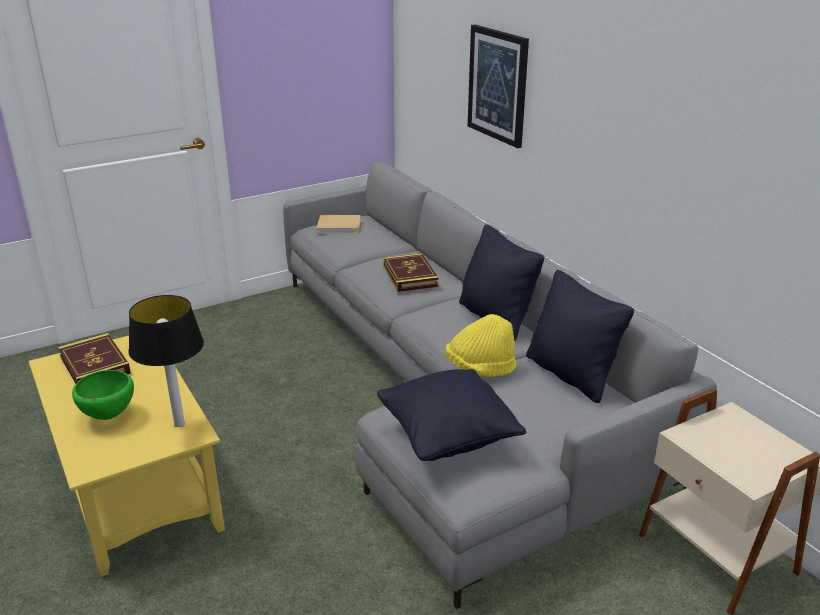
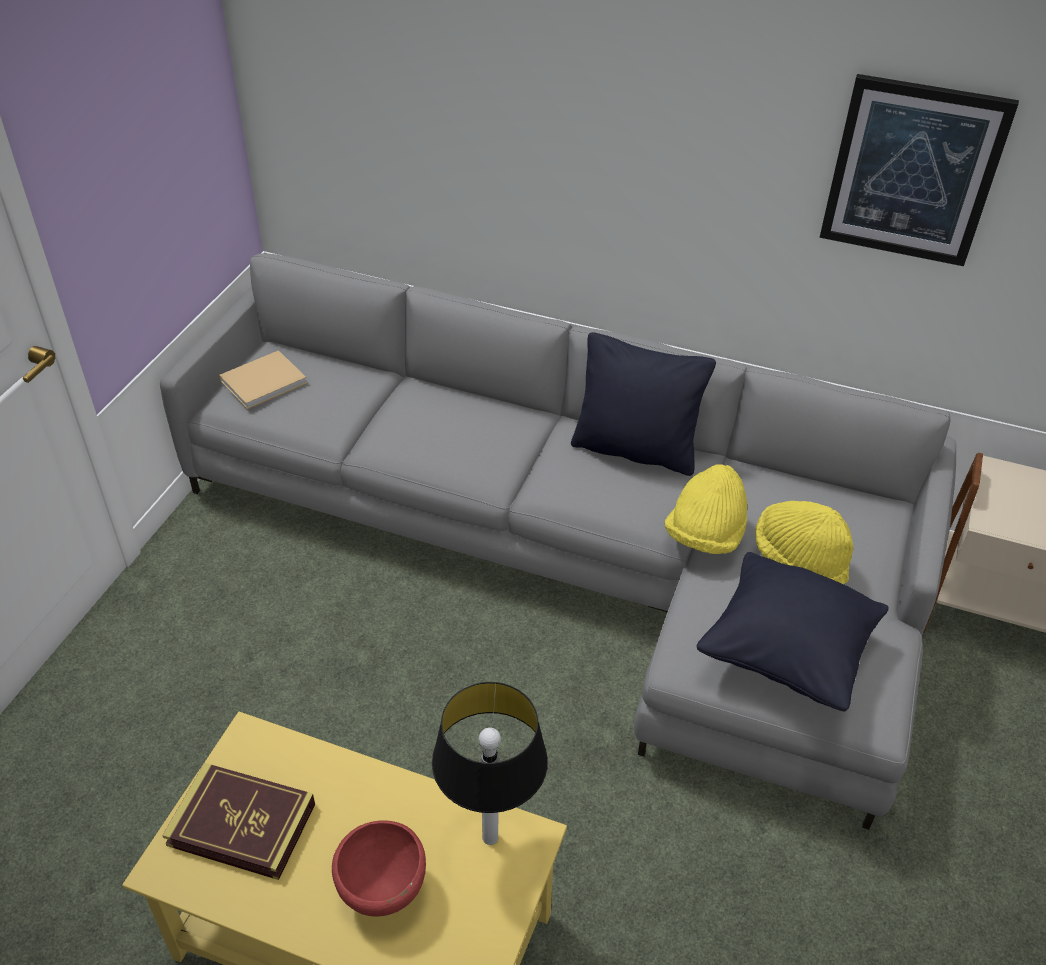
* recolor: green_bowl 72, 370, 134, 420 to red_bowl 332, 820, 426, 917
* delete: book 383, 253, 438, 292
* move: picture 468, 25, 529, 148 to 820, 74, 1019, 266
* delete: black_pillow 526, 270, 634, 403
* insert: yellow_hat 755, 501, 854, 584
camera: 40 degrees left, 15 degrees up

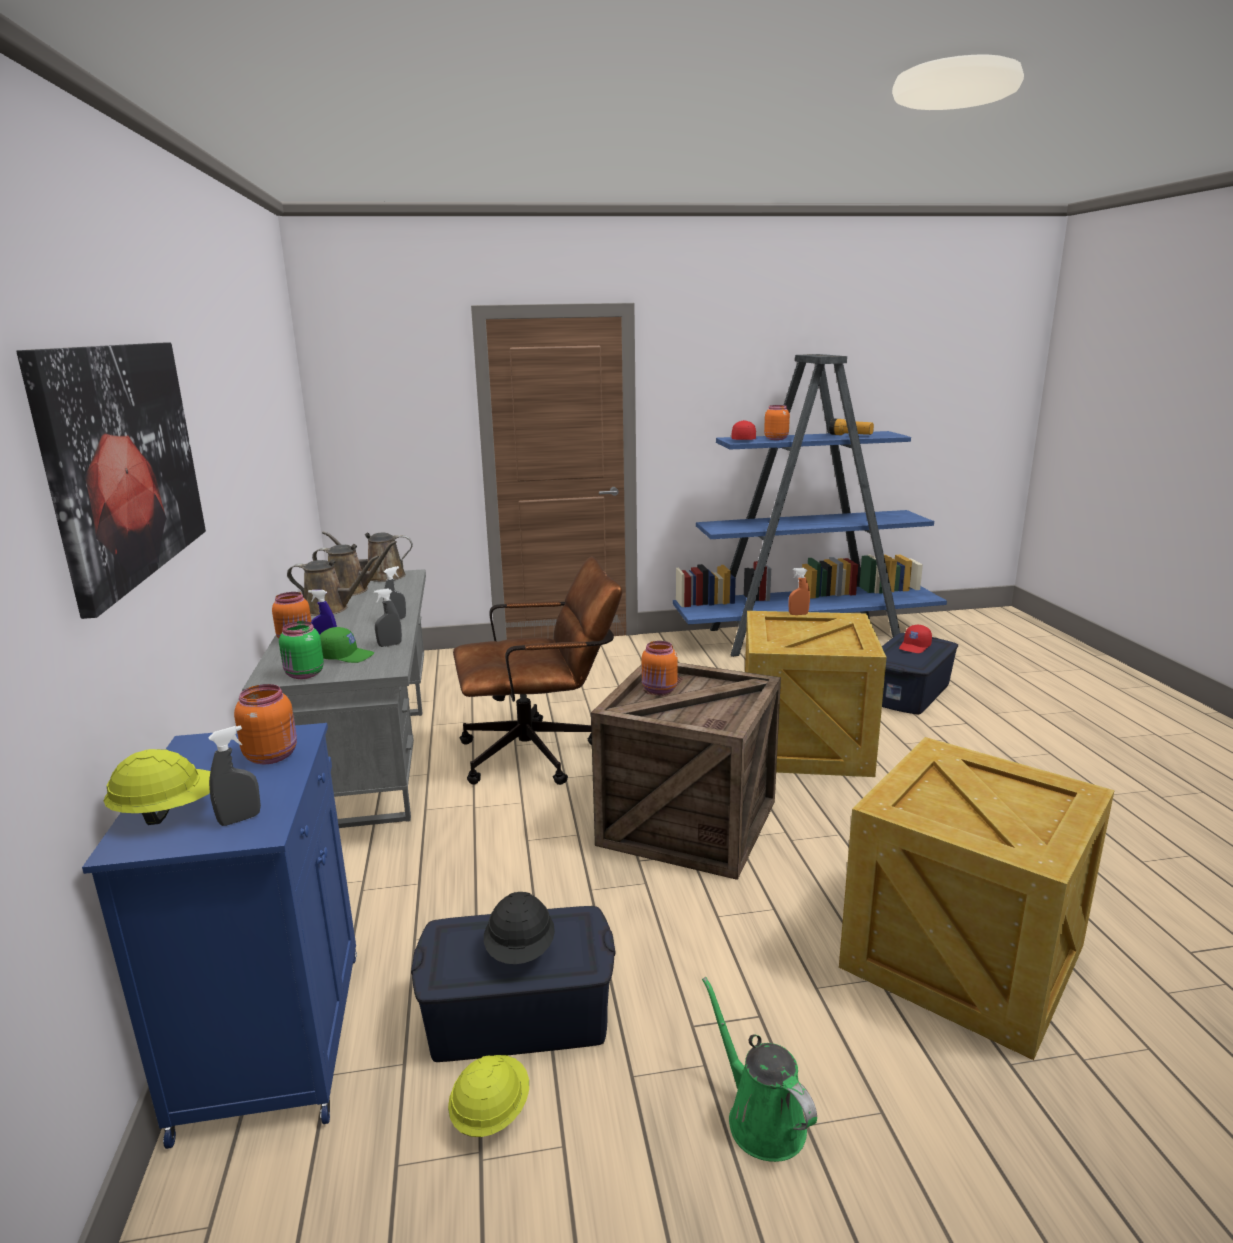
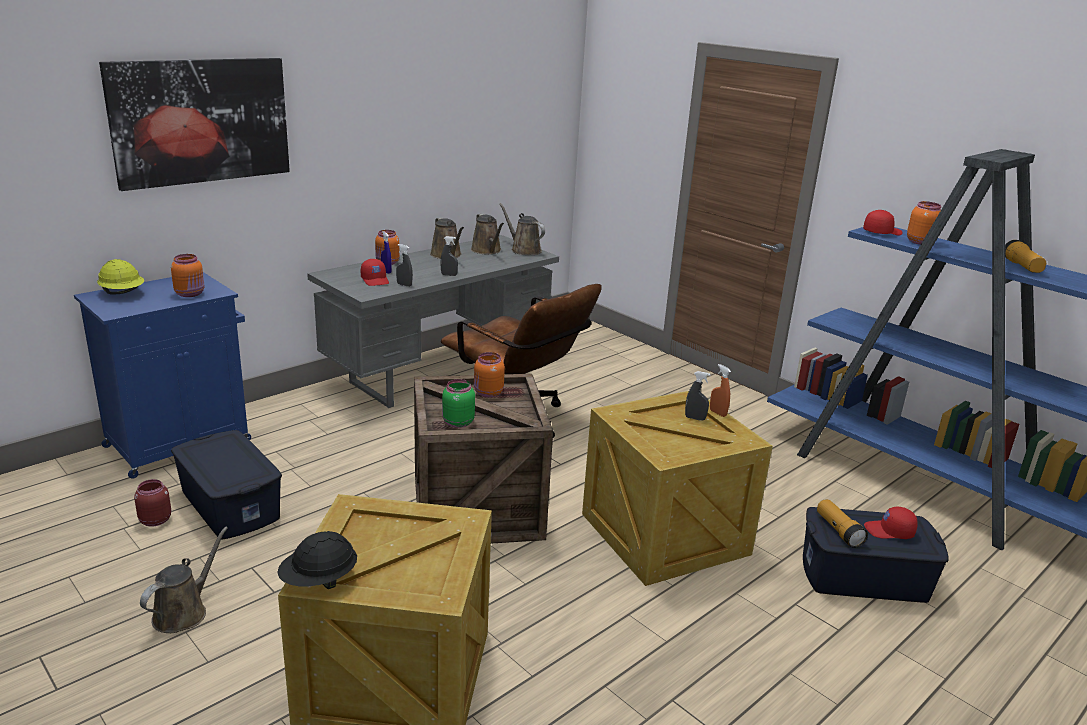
* move: grey_spray_bottle 208, 725, 261, 826 to 685, 371, 710, 420
* move: green_jar 279, 621, 324, 679 to 442, 379, 475, 428
* recolor: green_cap 320, 627, 374, 663 to red_cap 361, 259, 389, 286
* replace: yellow_hard_hat 448, 1055, 529, 1137 to red_jar 134, 479, 171, 527
* move: black_hard_hat 484, 892, 555, 964 to 277, 531, 357, 589
* recolor: green_watering_can 702, 977, 817, 1162 to brown_watering_can 140, 527, 228, 633
* insert: flashlight 817, 499, 868, 548
camera: 55 degrees right, 5 degrees up

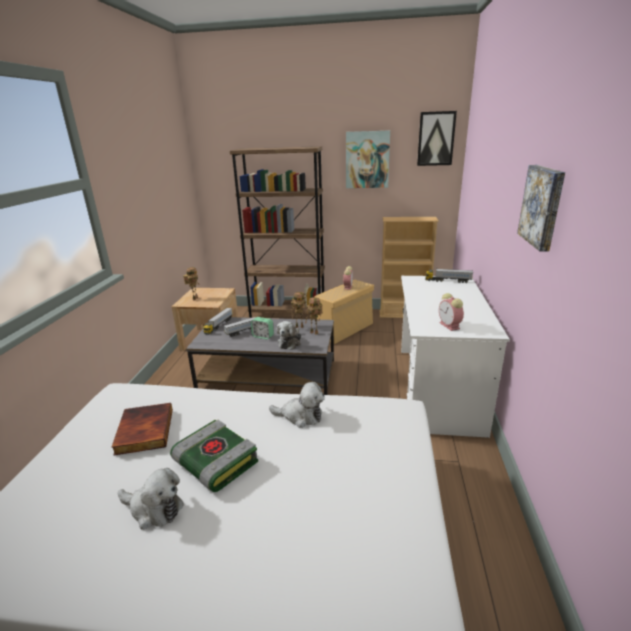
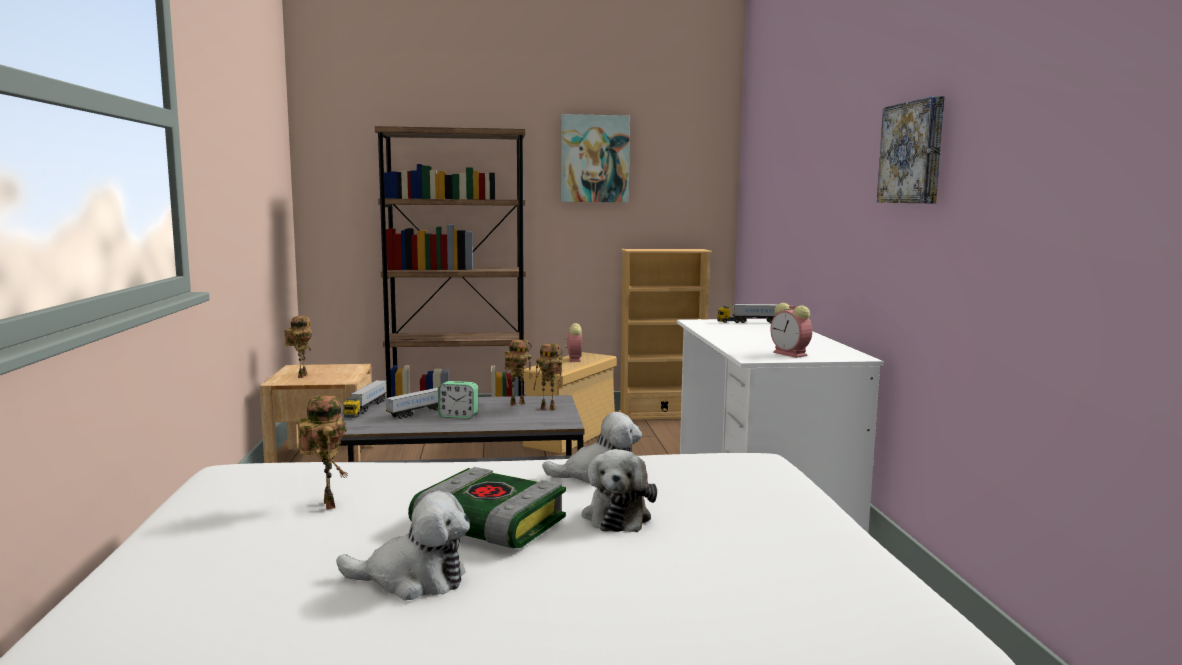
* replace: book 111, 403, 173, 456 to toy_robot 297, 395, 348, 509
* move: plush_toy 276, 321, 301, 350 to 582, 449, 657, 532
* delete: picture 417, 111, 457, 166
camera: 15 degrees left, 15 degrees down

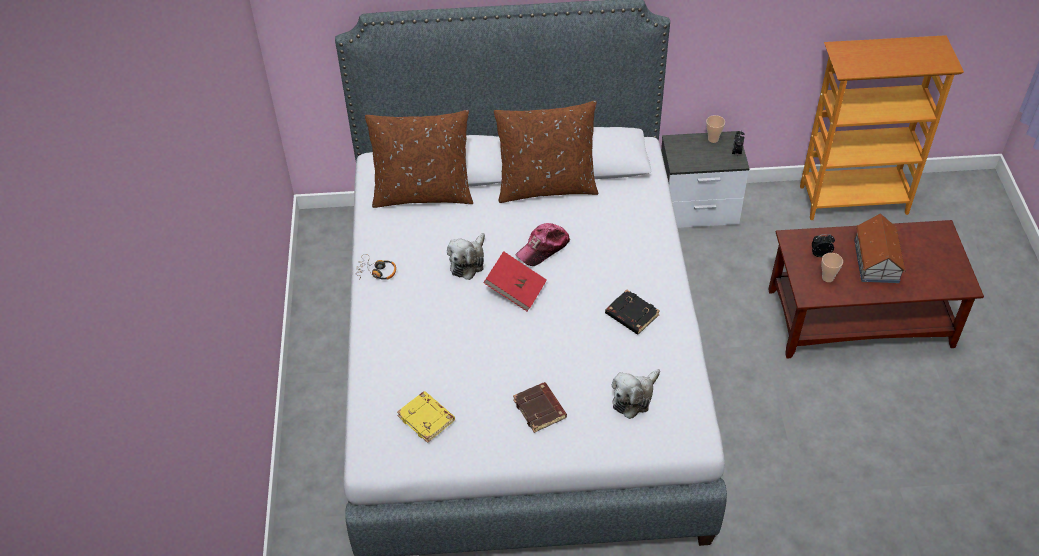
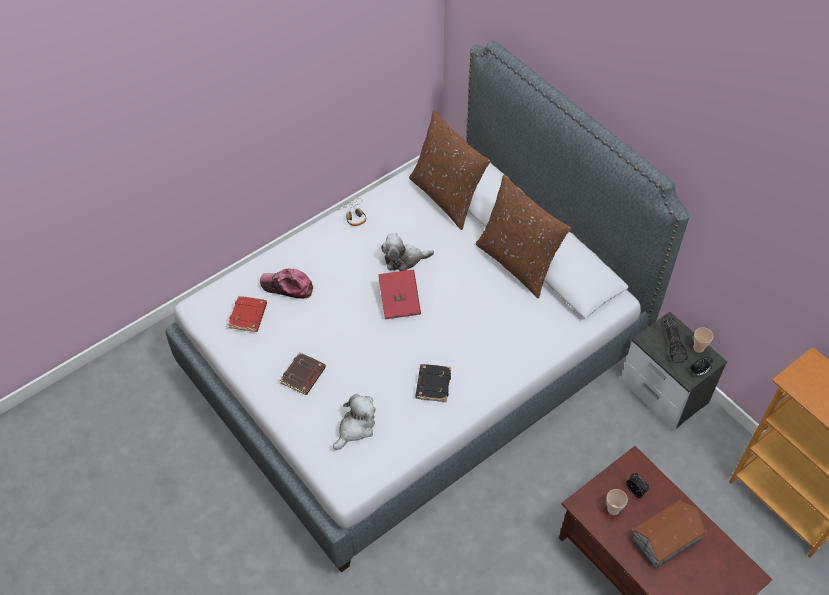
* recolor: yellow_book 397, 391, 455, 443 to red_book 228, 296, 267, 332
* move: cap 515, 223, 570, 266 to 260, 269, 313, 299
* rotate: plush_toy 612, 369, 660, 419 = 333, 394, 376, 450 120 degrees clockwise
* insert: flashlight 664, 318, 688, 364
camera: 55 degrees right, 5 degrees up

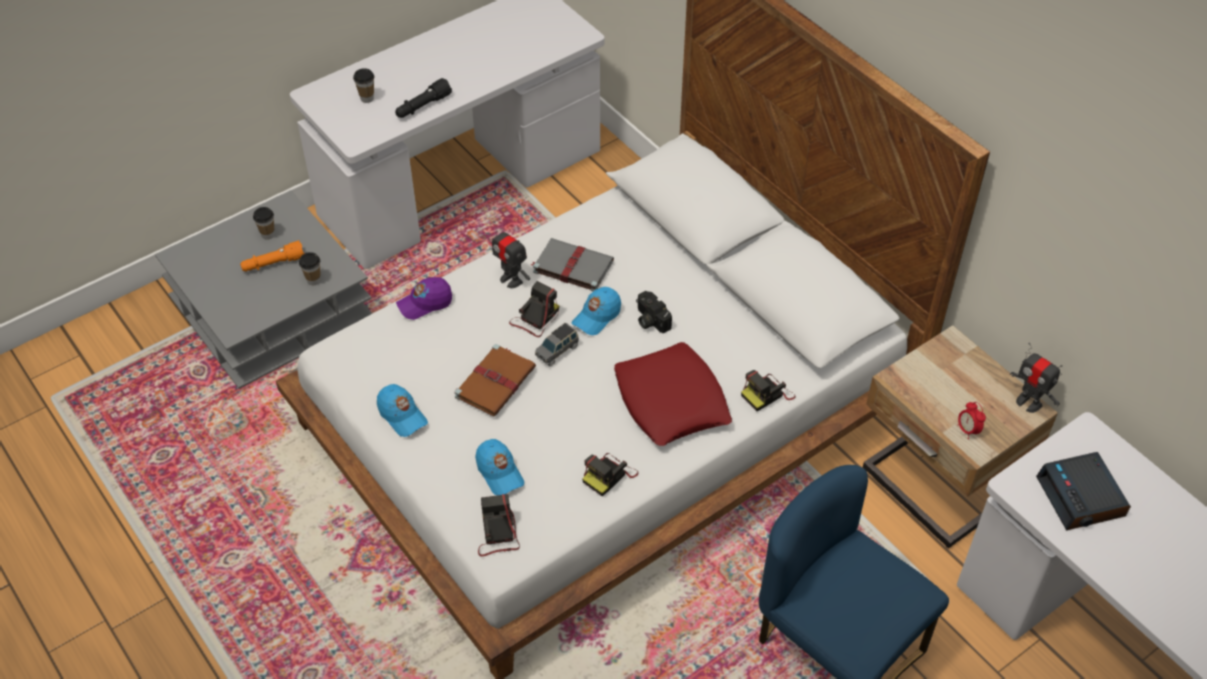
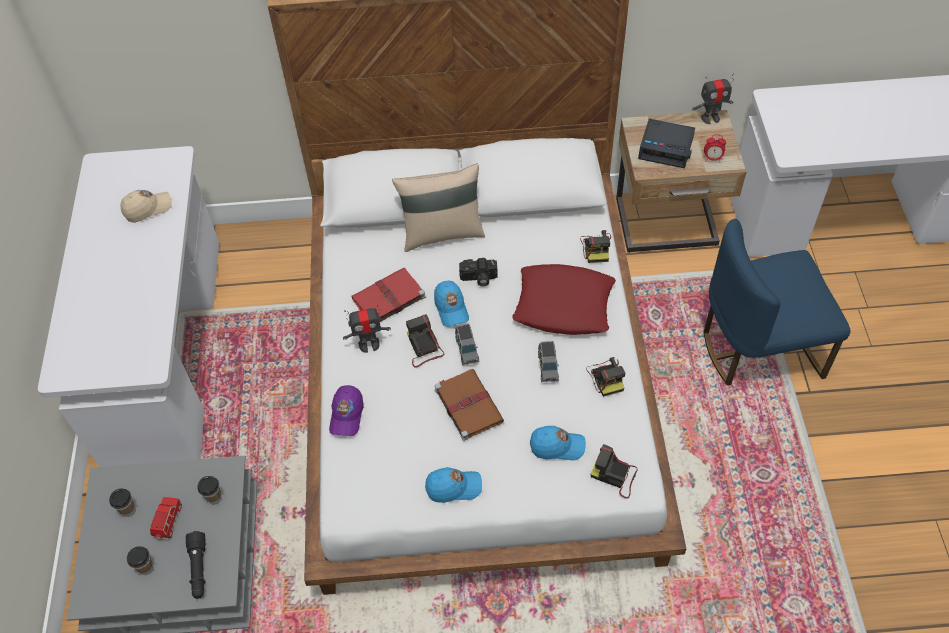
* replace: orange_flashlight 240, 240, 304, 271 to red_toy_car 150, 497, 182, 539
* move: cup 353, 68, 374, 103 to 127, 546, 154, 575
* move: black_flashlight 395, 78, 452, 118 to 186, 531, 206, 599
* recolor: grey_book 531, 238, 614, 291 to red_book 351, 268, 426, 322
* move: alarm_clock 1036, 452, 1131, 531 to 638, 119, 695, 168
* insert: beige_cap 120, 190, 172, 223
* insert: beige_pillow 392, 163, 485, 252
* insert: grey_toy_car 538, 341, 559, 382
camera: 55 degrees left, 5 degrees up

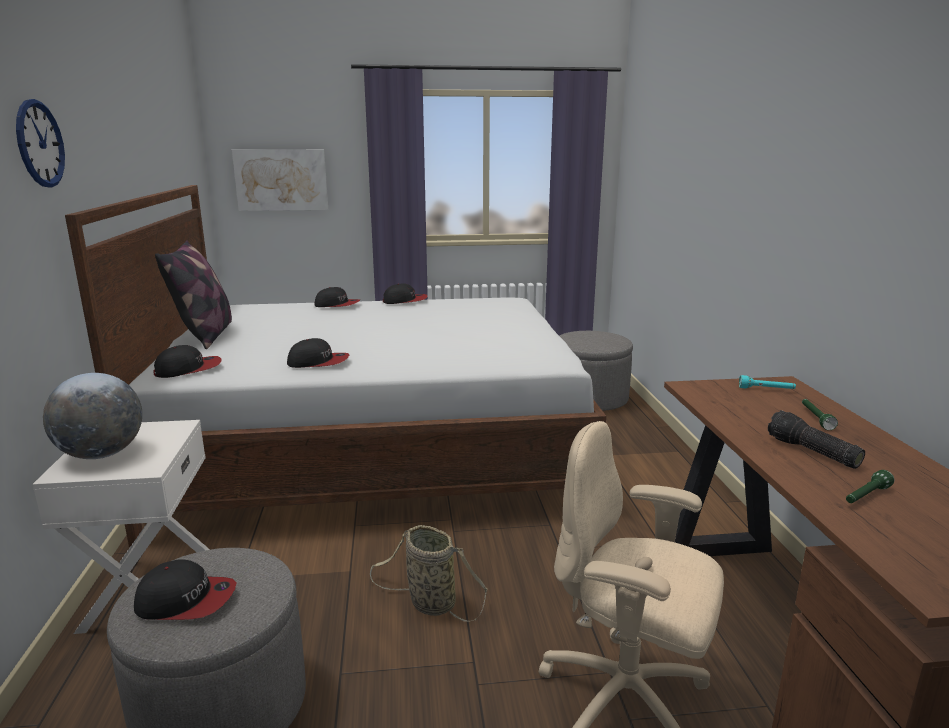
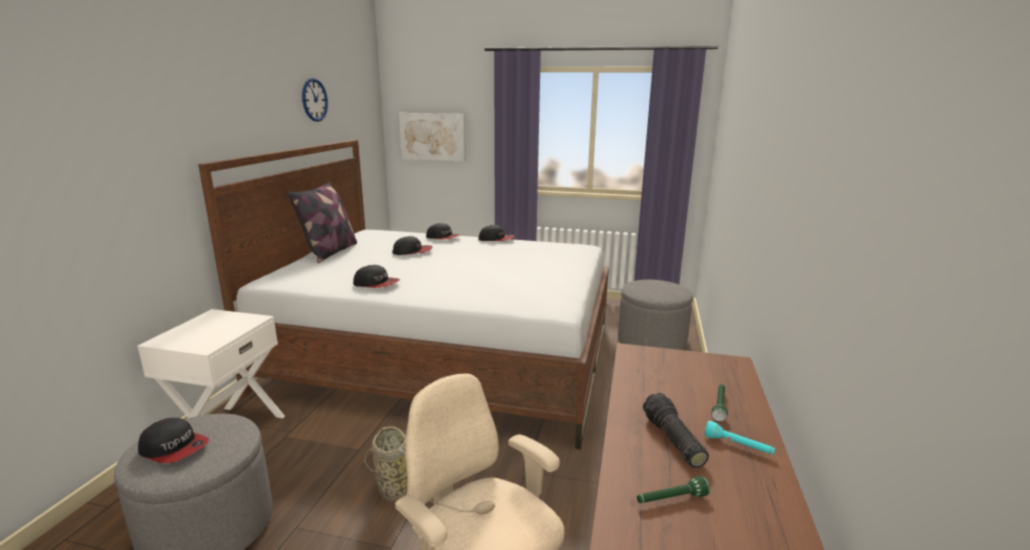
* move: wall_clock 16, 99, 65, 187 to 302, 78, 328, 122
* delete: globe 43, 373, 142, 459
* move: cap 153, 345, 221, 378 to 392, 236, 432, 255
* move: turquoise_flashlight 739, 375, 796, 389 to 704, 421, 775, 455
camera: 20 degrees right, 0 degrees up

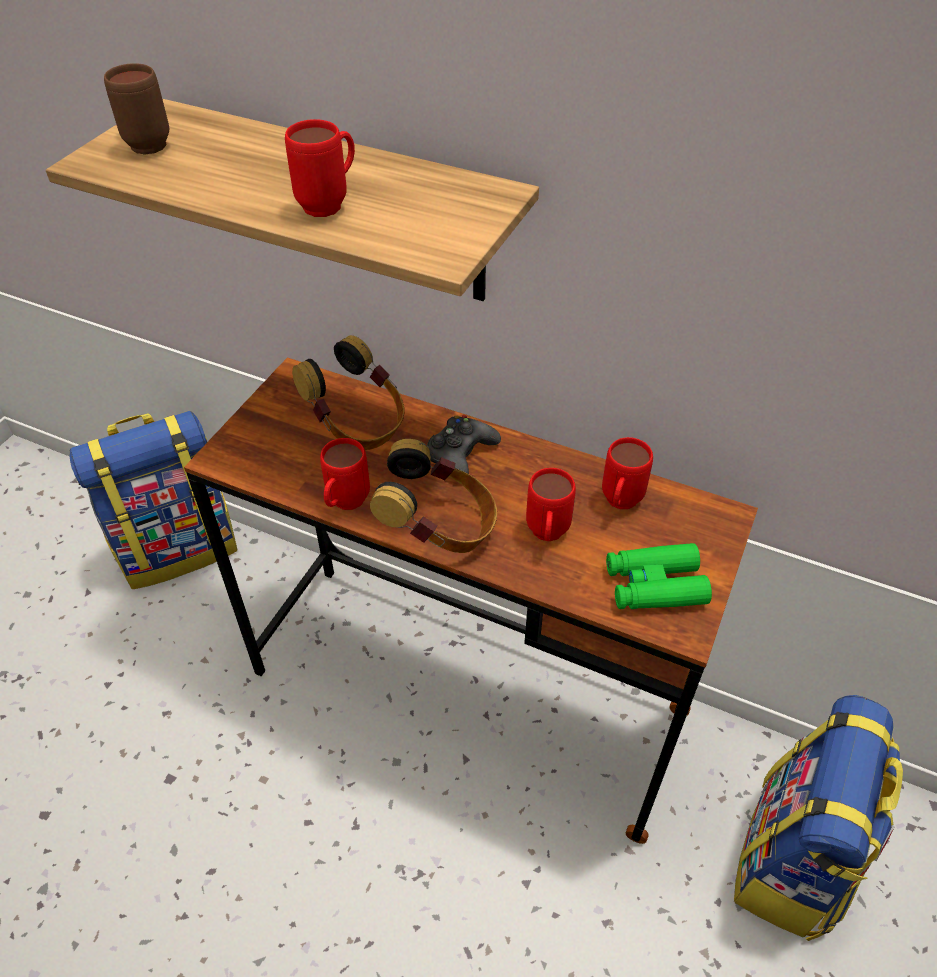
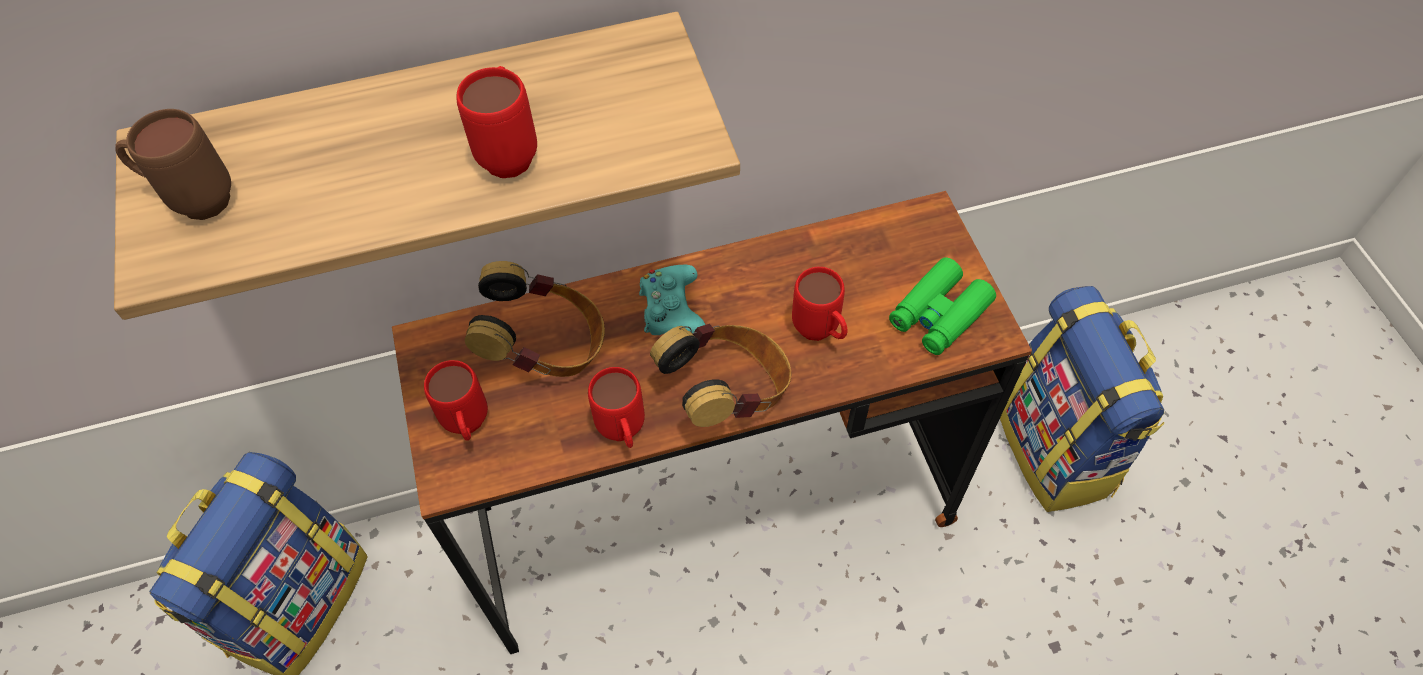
* recolor: black_game_controller 427, 415, 501, 474 to turquoise_game_controller 639, 265, 706, 335
* move: red_mug 602, 437, 653, 509 to 424, 360, 488, 441
camera: 40 degrees left, 10 degrees up

